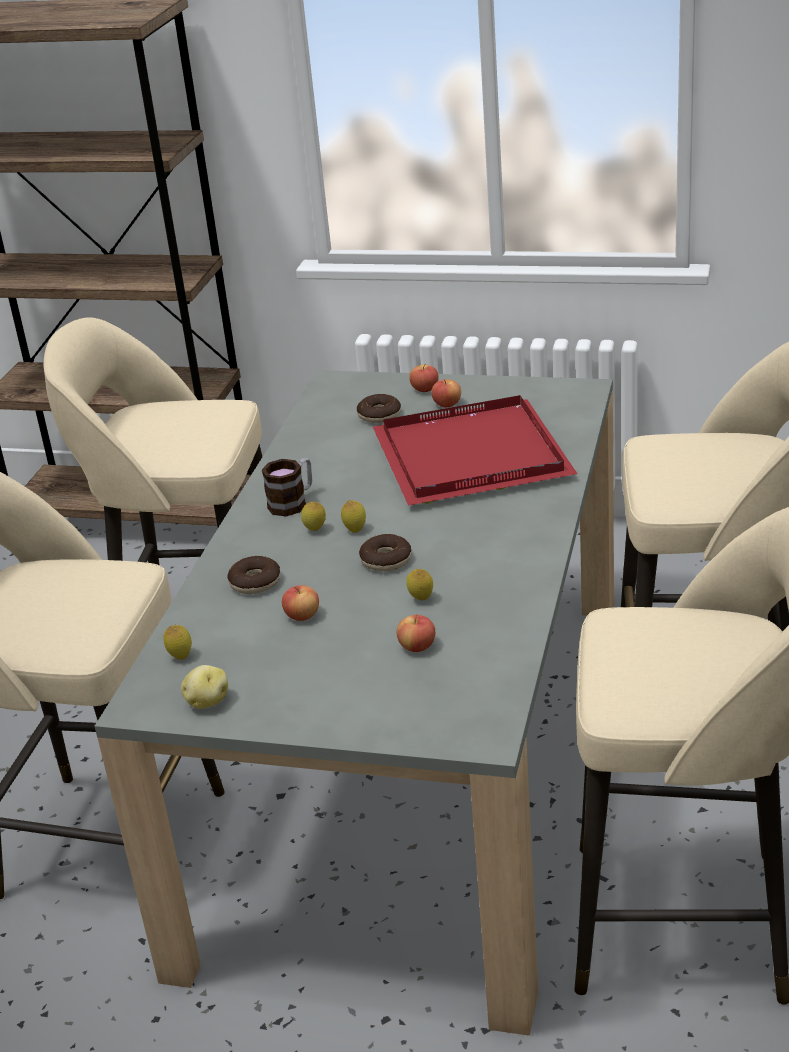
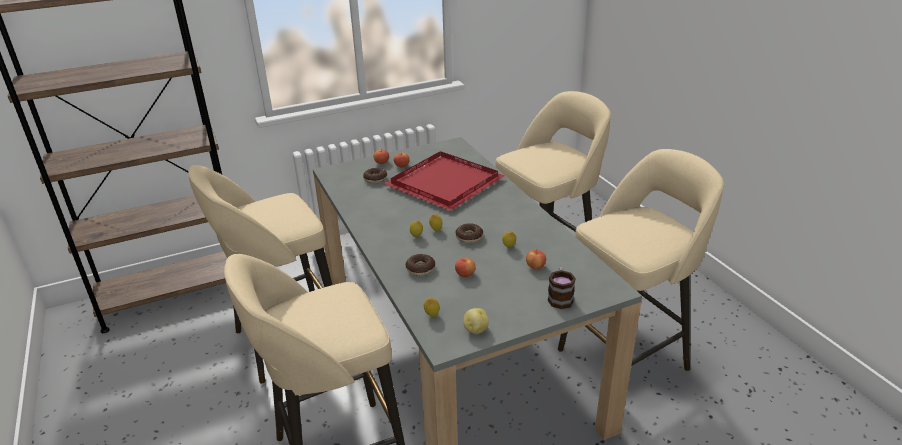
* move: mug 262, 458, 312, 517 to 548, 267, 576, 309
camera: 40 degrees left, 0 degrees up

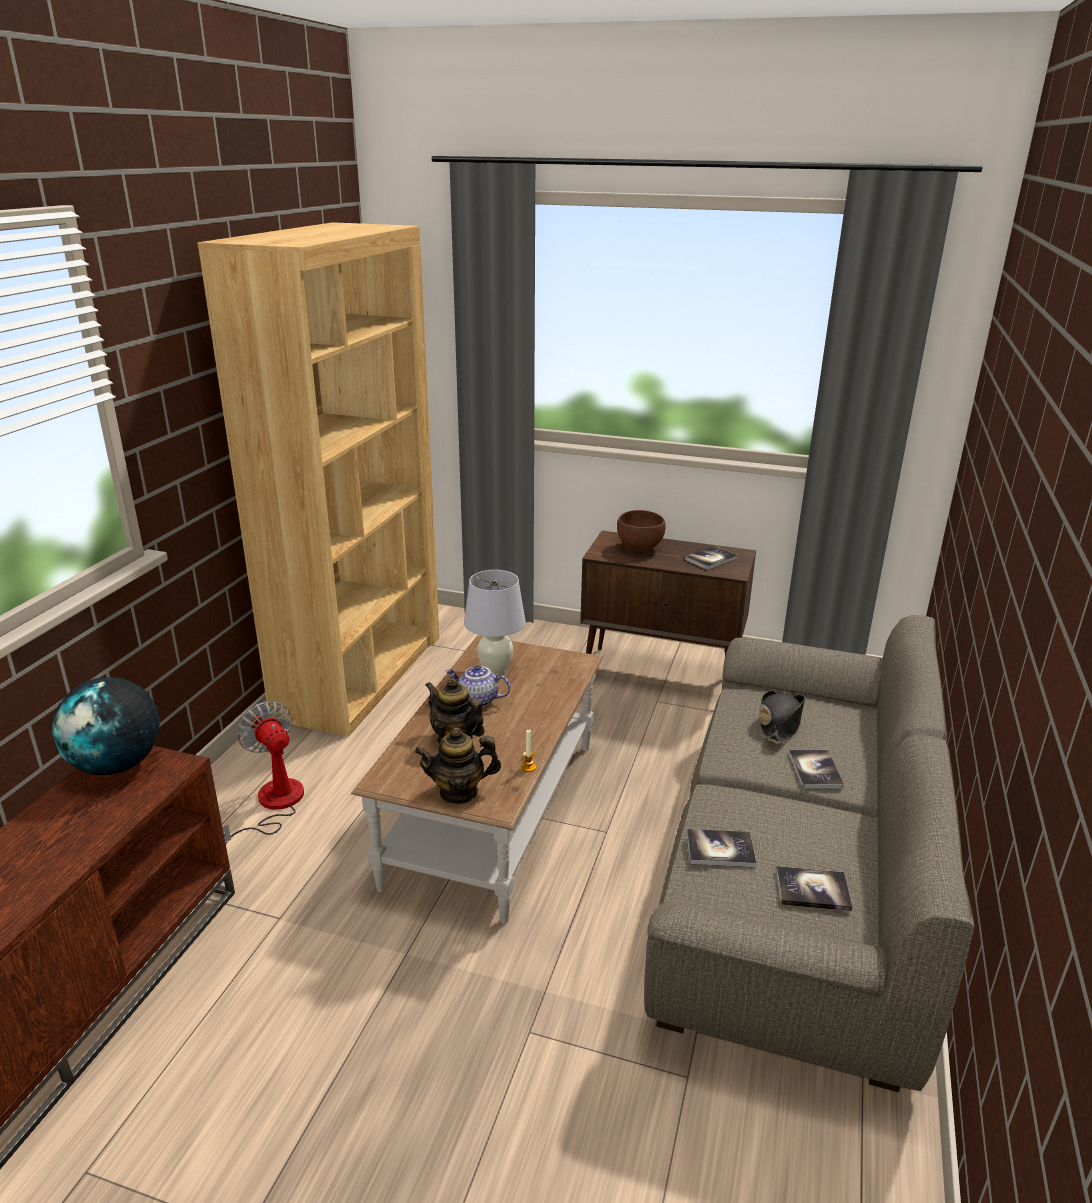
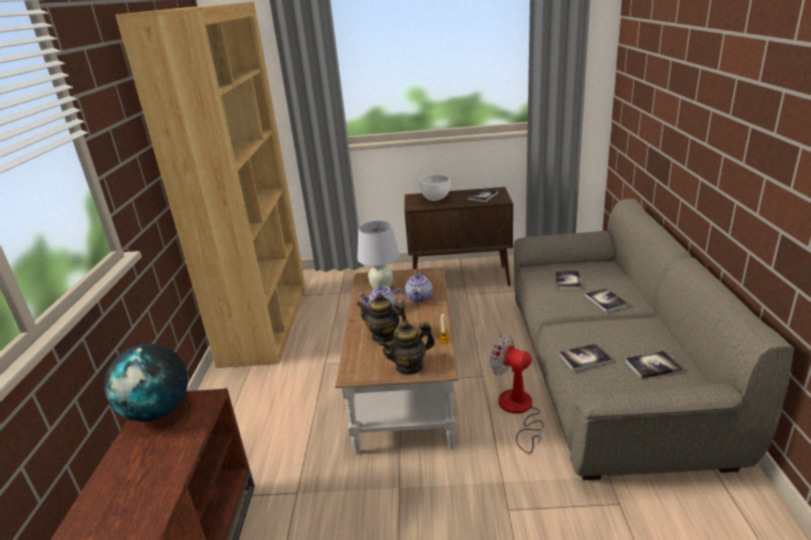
* move: fan 222, 701, 304, 844 to 490, 334, 543, 454
* recolor: brown_bowl 617, 510, 666, 551 to white_bowl 419, 175, 451, 201
* replace: black_hat 759, 690, 805, 744 to book 555, 271, 582, 290
* insert: teapot 405, 271, 432, 302
camera: 15 degrees left, 0 degrees up

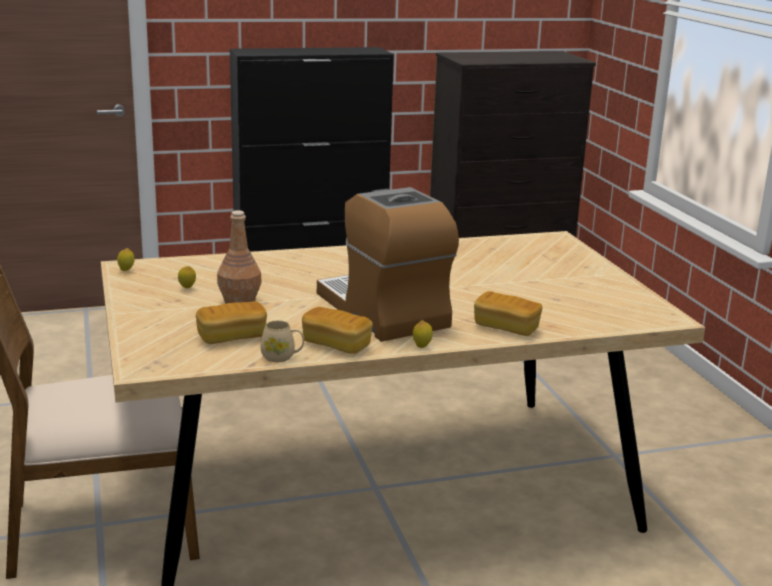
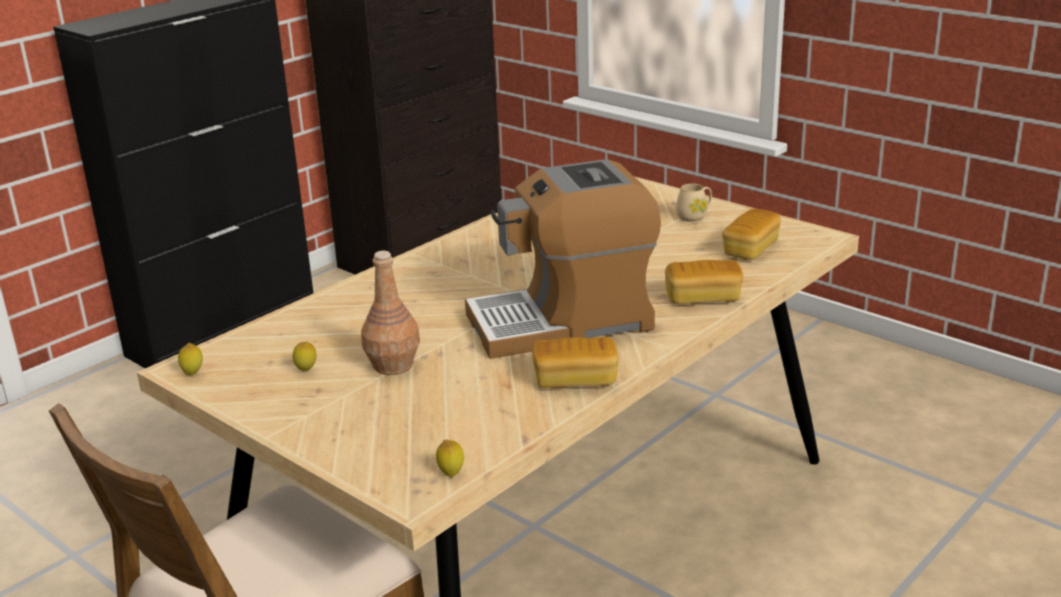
* move: bread 196, 301, 267, 344 to 722, 209, 781, 260
* move: beige_mug 261, 320, 304, 362 to 676, 184, 712, 222
* rotate: coffee_machine 317, 187, 459, 342 = 465, 159, 661, 359 45 degrees counterclockwise
* move: lemon 413, 320, 433, 348 to 436, 440, 464, 477
camera: 30 degrees left, 5 degrees up

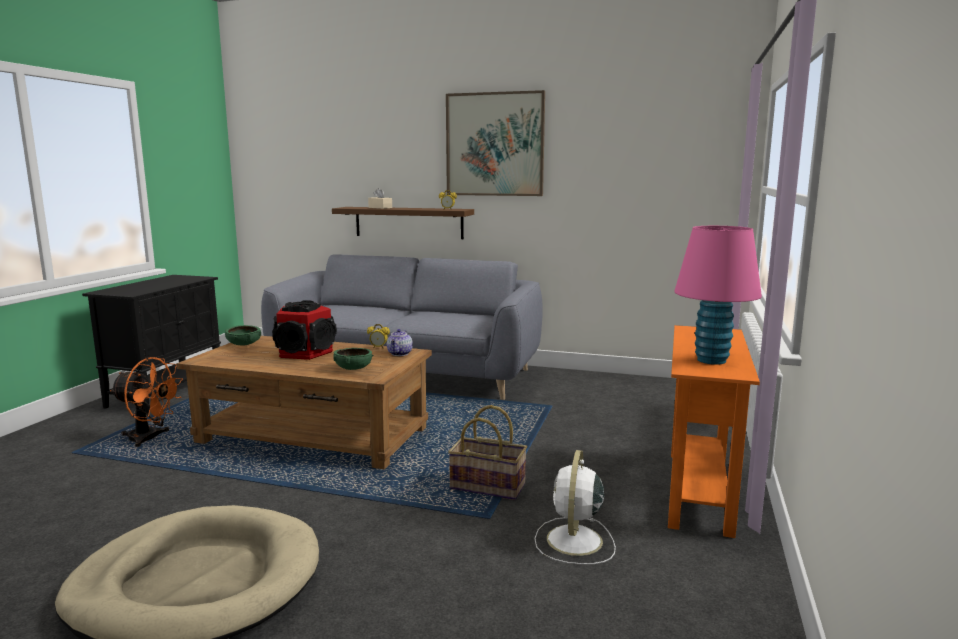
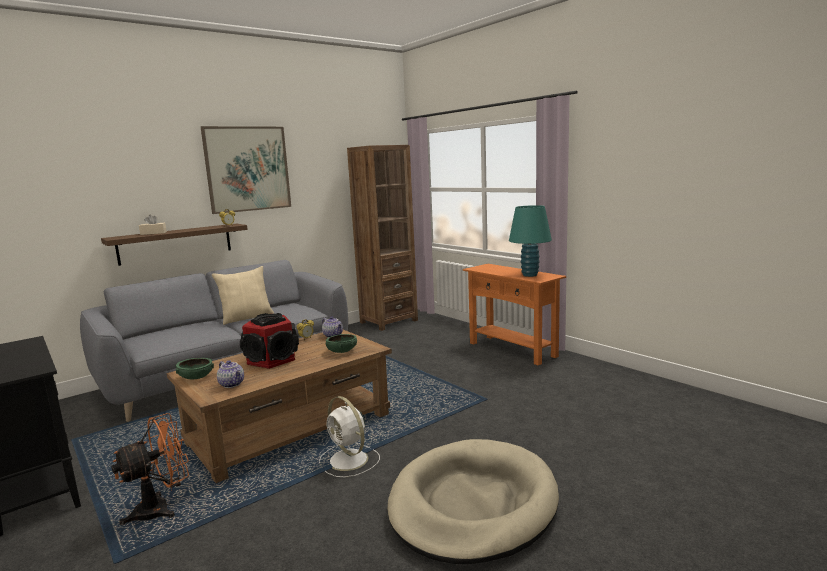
* delete: basket 448, 405, 527, 500
* move: white_fan 535, 450, 616, 565 to 319, 396, 380, 477
* recolor: pink_table_lamp 674, 226, 762, 365 to turquoise_table_lamp 509, 205, 552, 277
* insert: beige_pillow 212, 266, 274, 325
* insert: teapot 217, 360, 244, 388
* insert: brown_bookcase 347, 145, 418, 331
camera: 55 degrees left, 0 degrees up

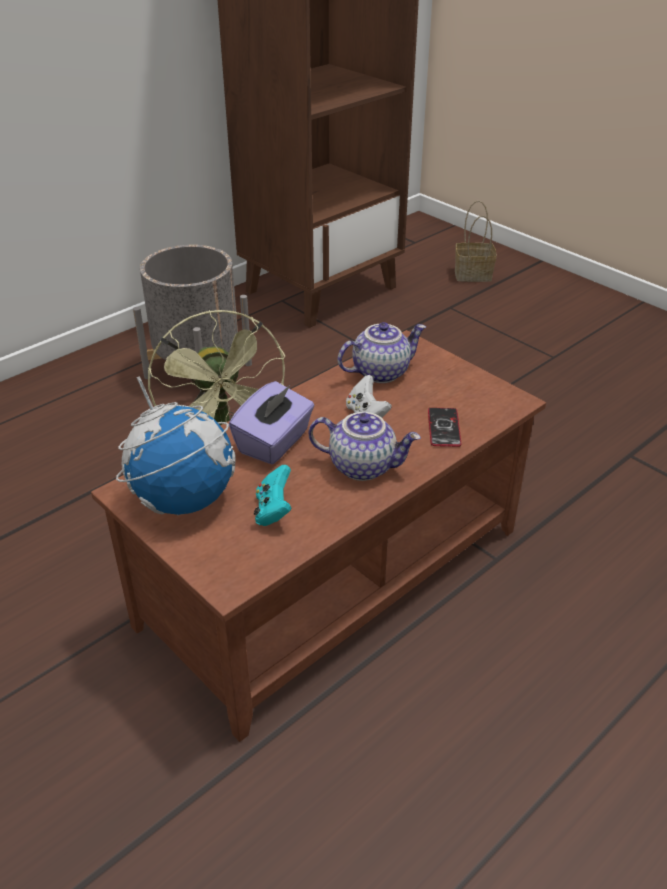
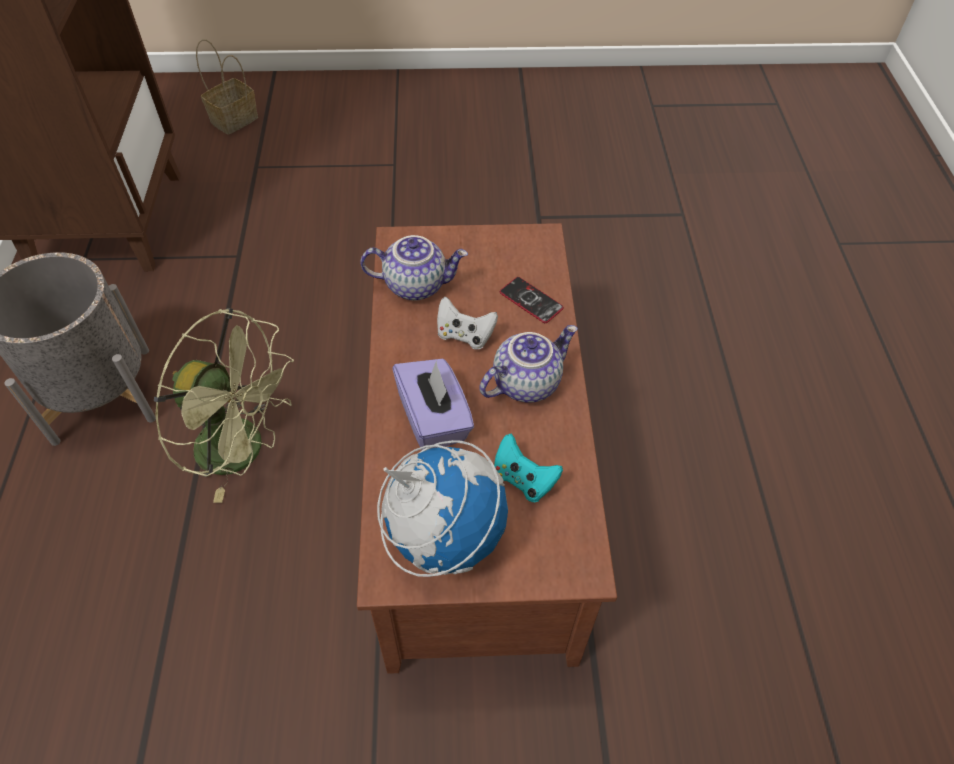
* rotate: teapot 338, 322, 426, 383 = 360, 235, 468, 301 75 degrees clockwise
camera: 50 degrees left, 15 degrees up

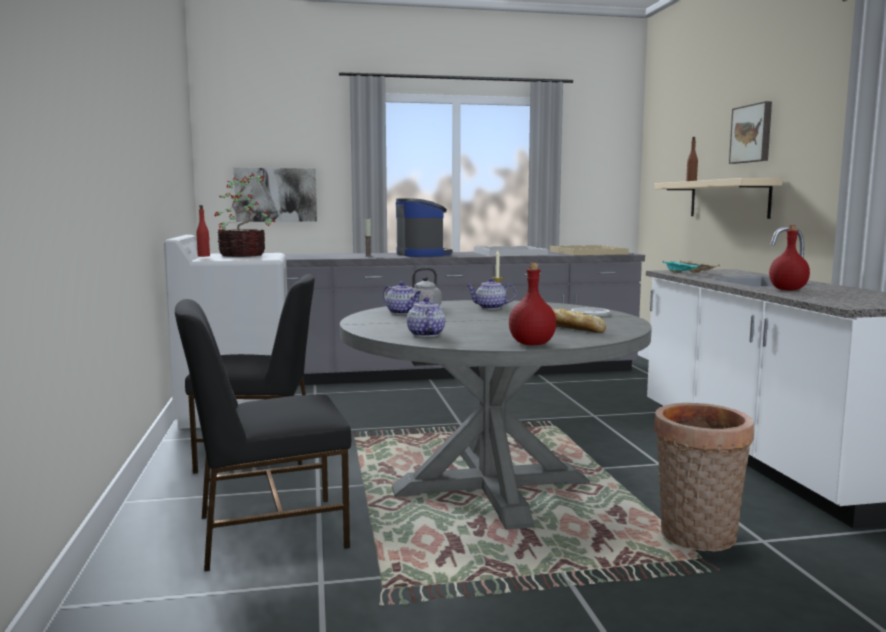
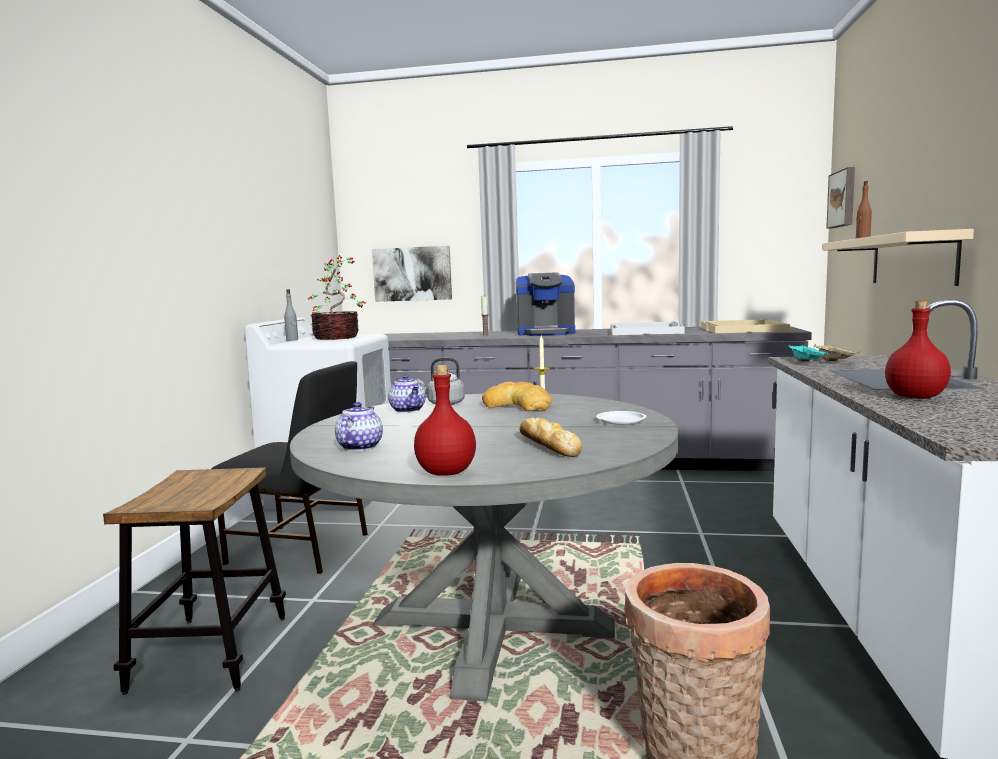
* replace: black_chair 175, 299, 351, 571 to stool 103, 467, 286, 695
* recolor: red_bottle 197, 205, 210, 257 to grey_bottle 284, 289, 298, 340
* rotate: coffee_machine 396, 198, 453, 257 = 516, 272, 575, 336 90 degrees clockwise
* replace: teapot 467, 278, 517, 309 to bread 482, 382, 552, 411
* move: picture 729, 101, 772, 164 to 826, 167, 855, 229
camera: 20 degrees right, 0 degrees up

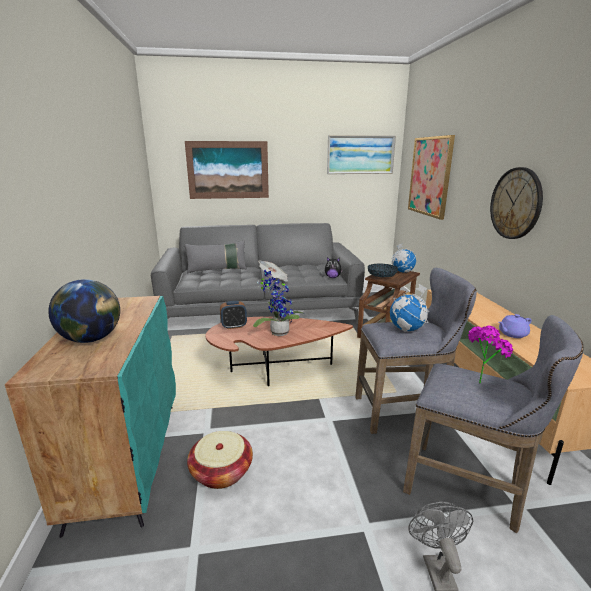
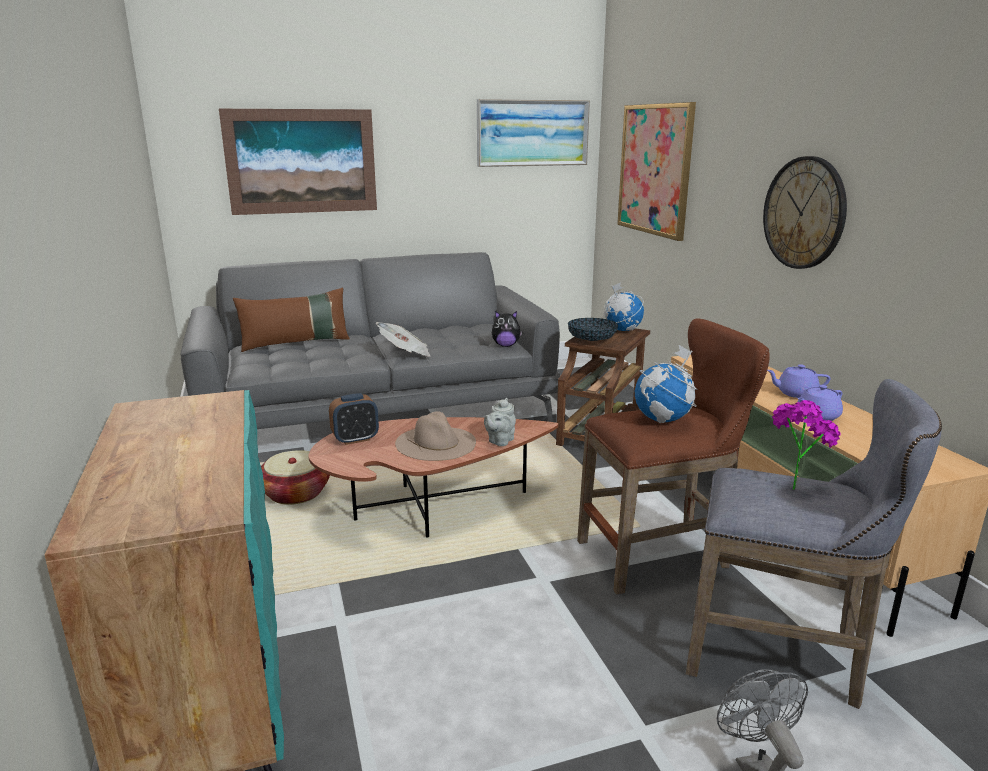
* delete: globe 48, 279, 120, 343
* recolor: grey_pillow 184, 240, 247, 274 to brown_pillow 233, 288, 350, 352
* move: basket 187, 431, 253, 489 to 261, 450, 330, 505
* replace: potted_plant 253, 270, 304, 336 to beige_hat 395, 411, 476, 461
* recolor: grey_stool 355, 268, 476, 434 to brown_stool 577, 319, 770, 595
* insert: grey_teapot 484, 398, 516, 446
* insert: purple_teapot 767, 364, 831, 398
camera: 10 degrees left, 0 degrees up

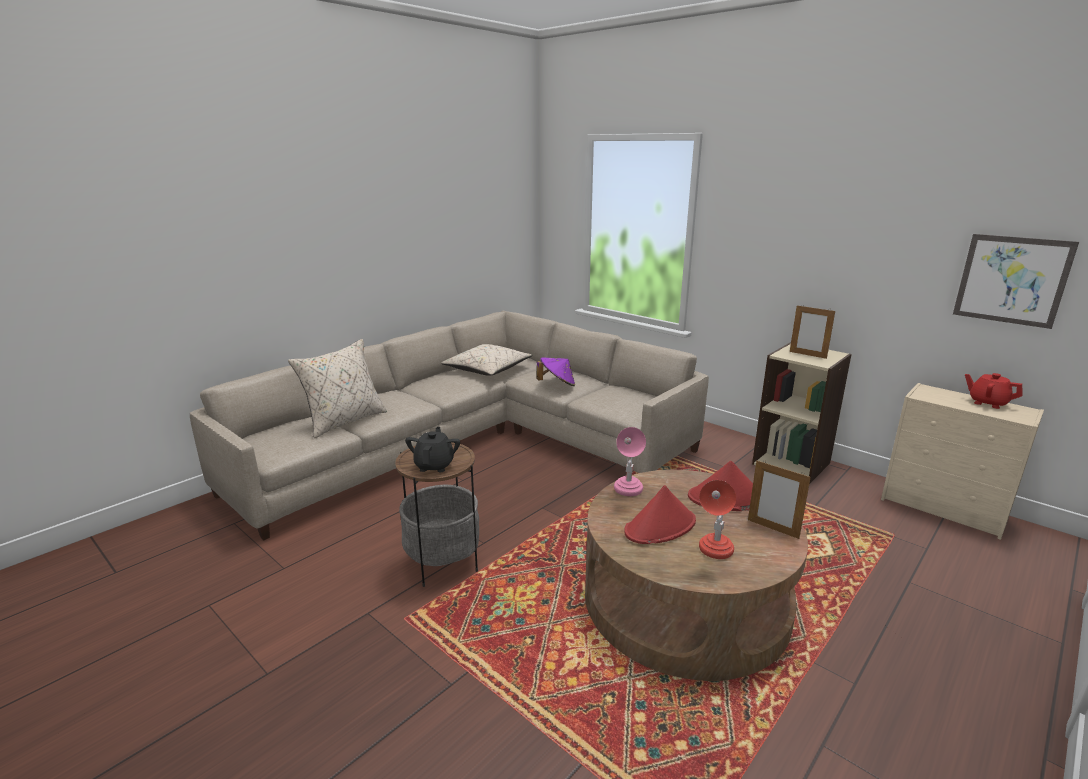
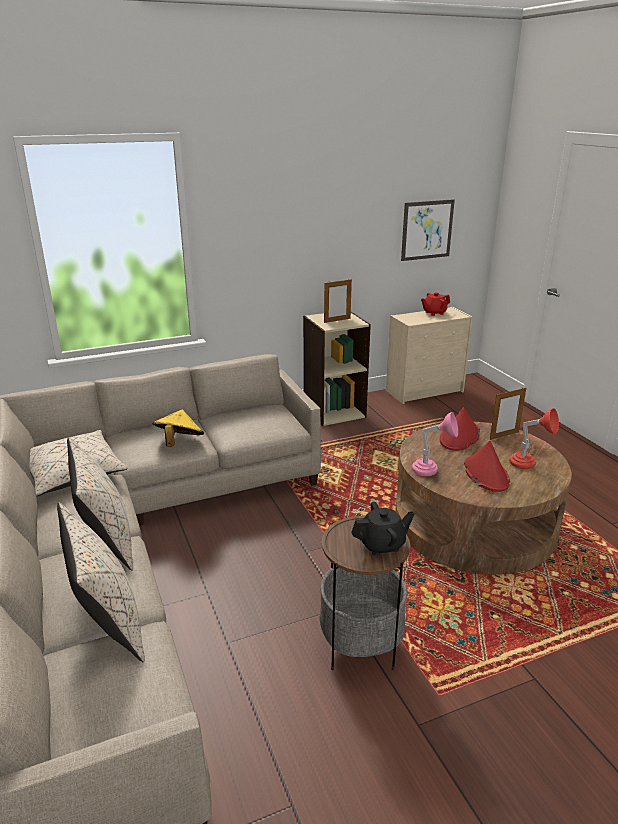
* rotate: black_teapot 405, 427, 460, 472 = 351, 501, 415, 556 135 degrees clockwise
* recolor: purple_hat 537, 357, 575, 386 to yellow_hat 152, 410, 204, 447
* insert: beige_pillow 67, 437, 133, 571
camera: 65 degrees left, 5 degrees up

